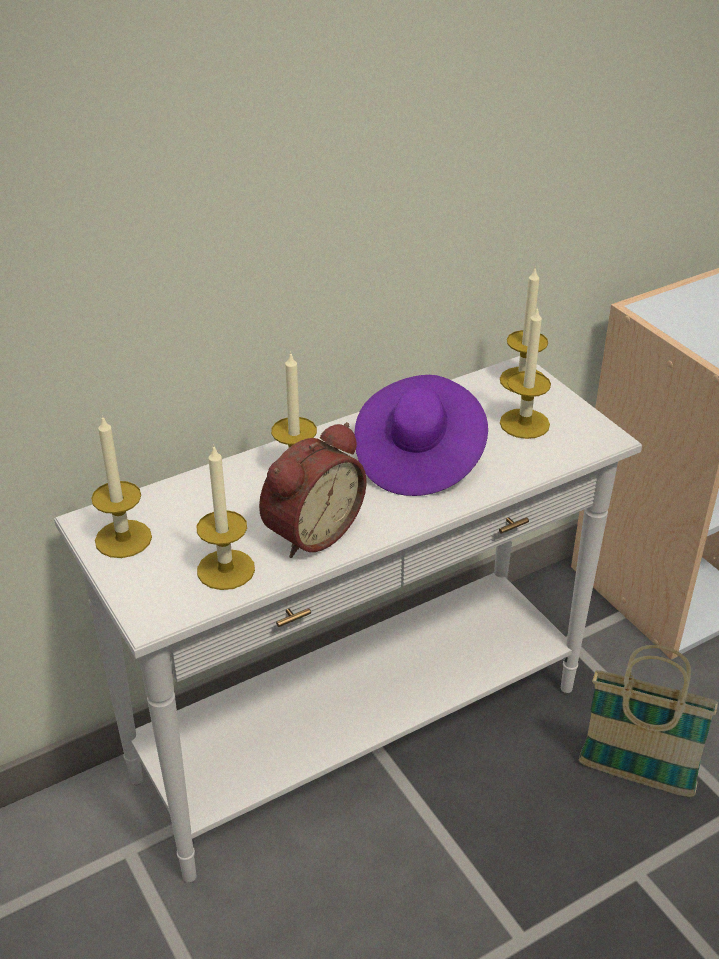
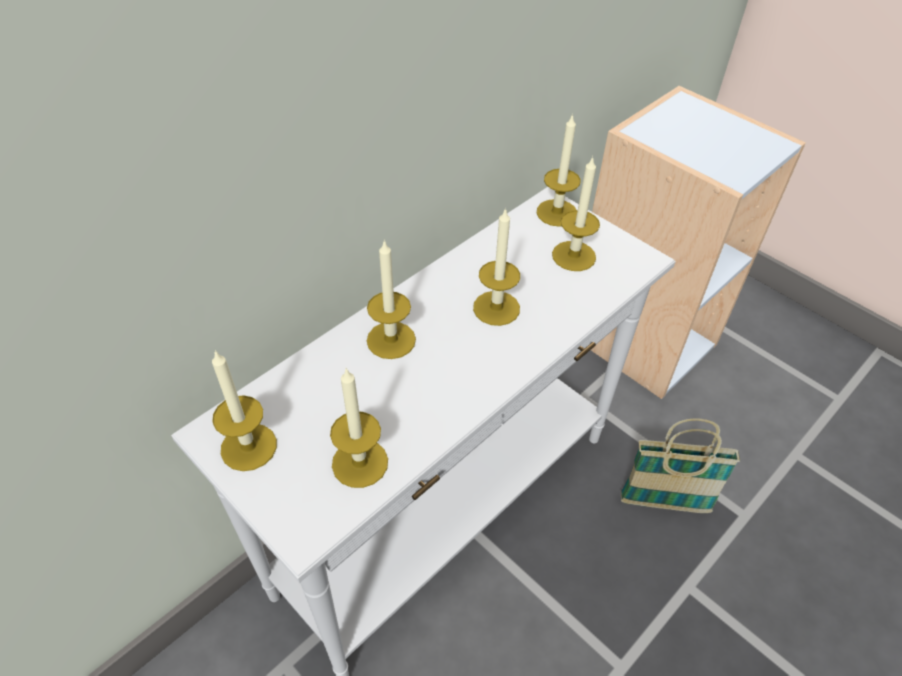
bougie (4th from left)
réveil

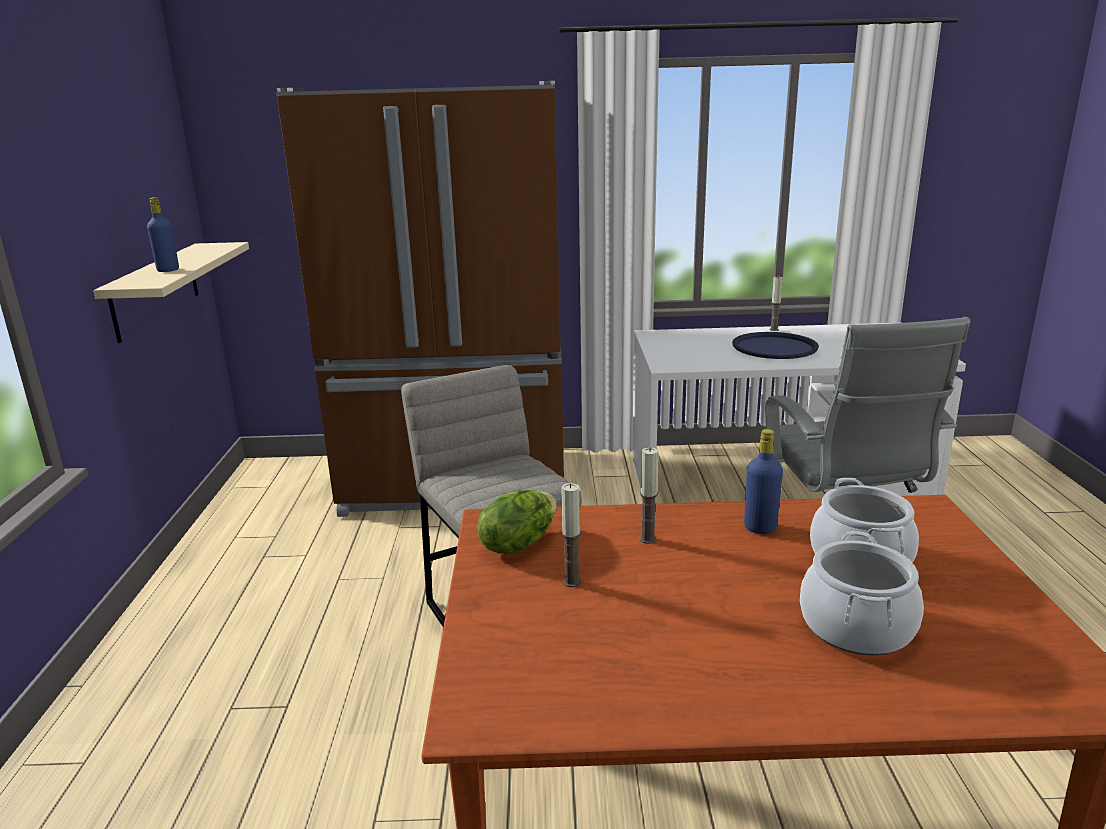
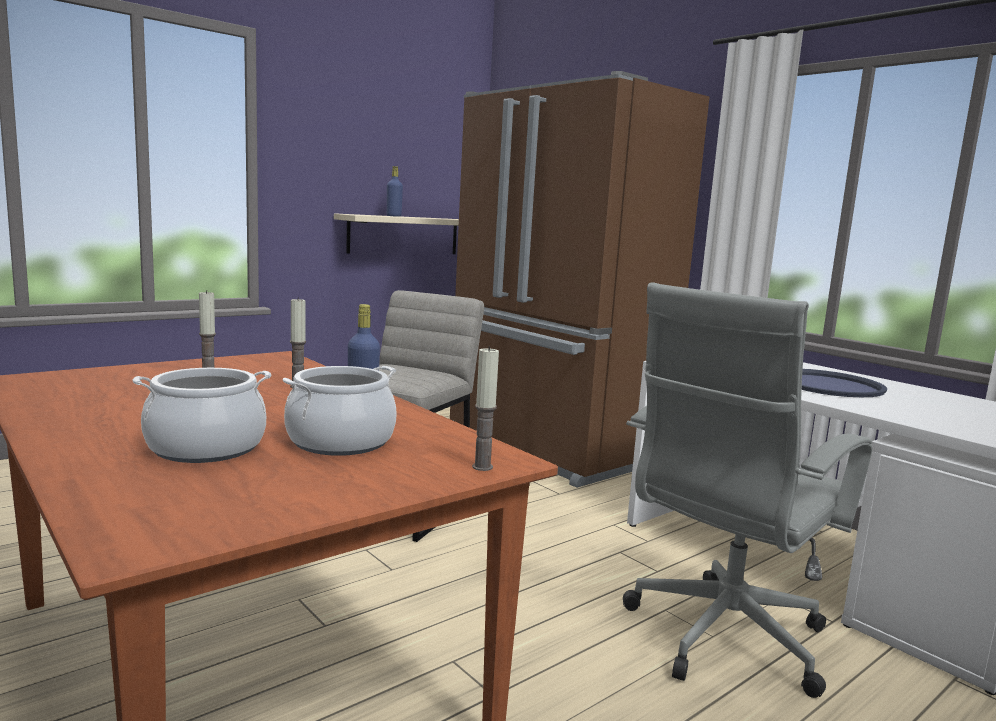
bougie (3rd from left)
laitue

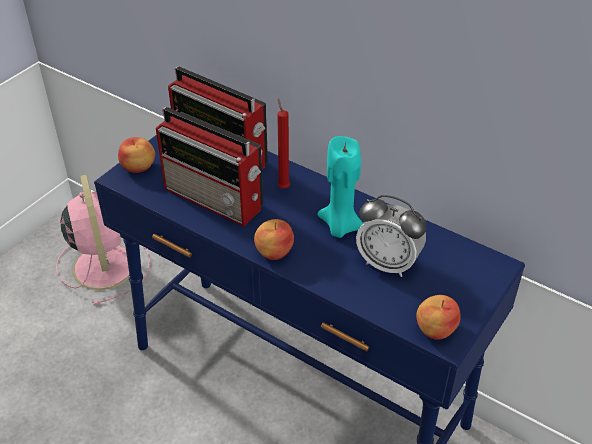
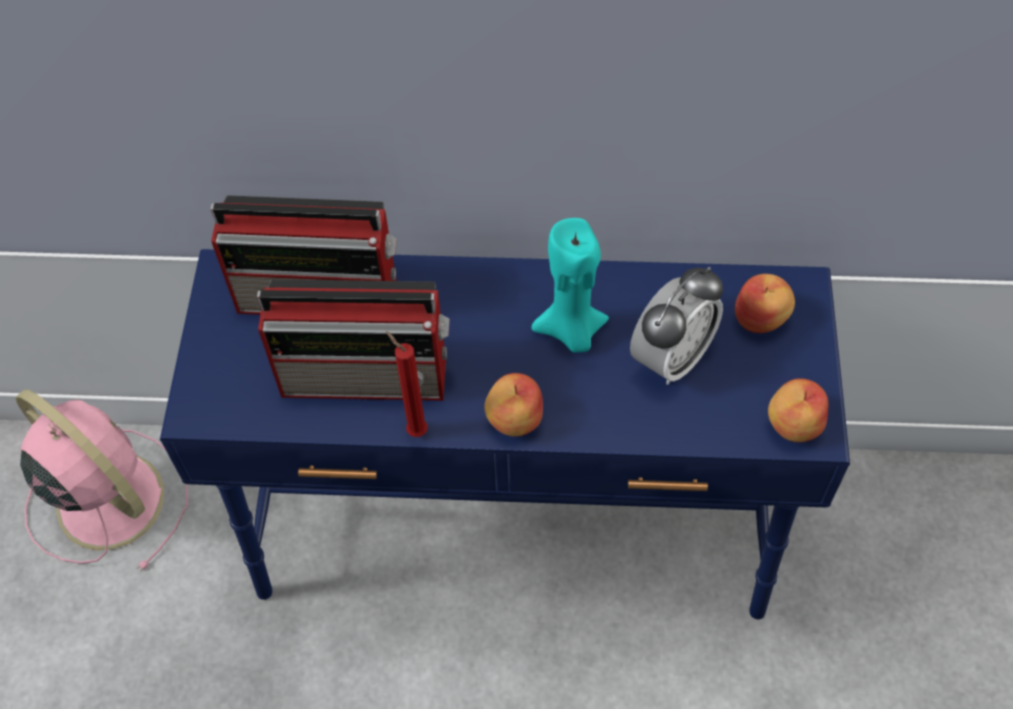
bougie (rouge)
pomme (2nd from left)
réveil

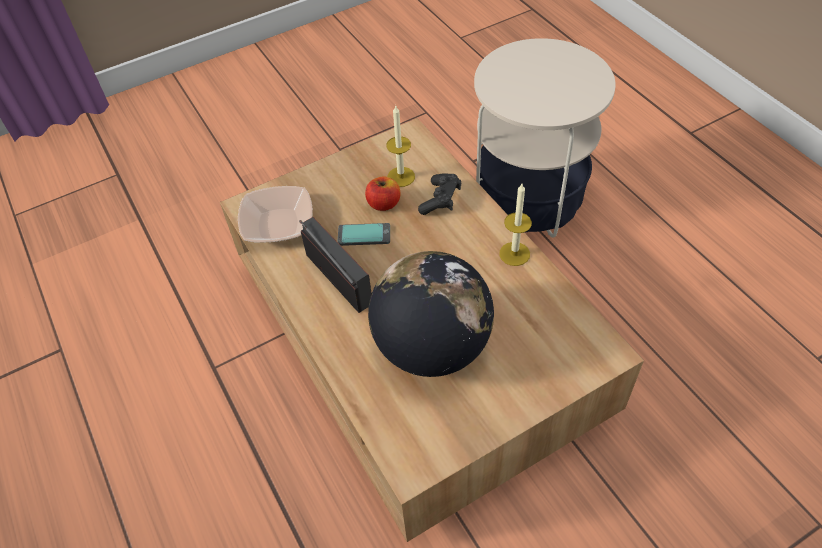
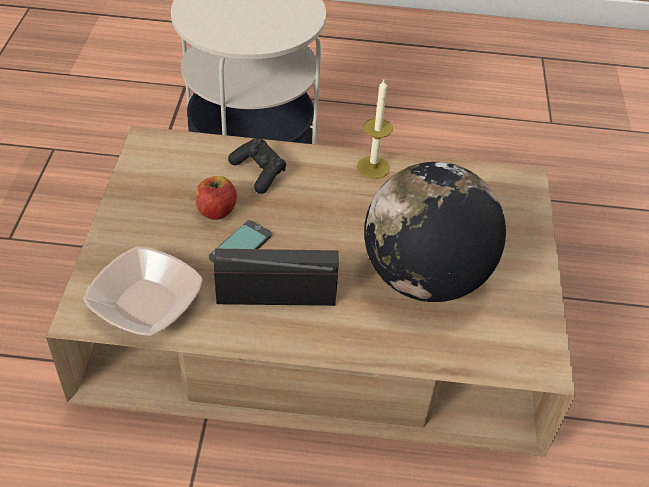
bougie (1st from left in the first image)

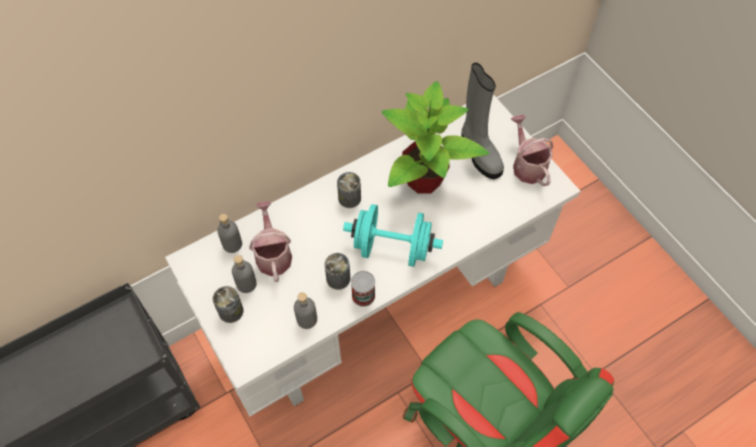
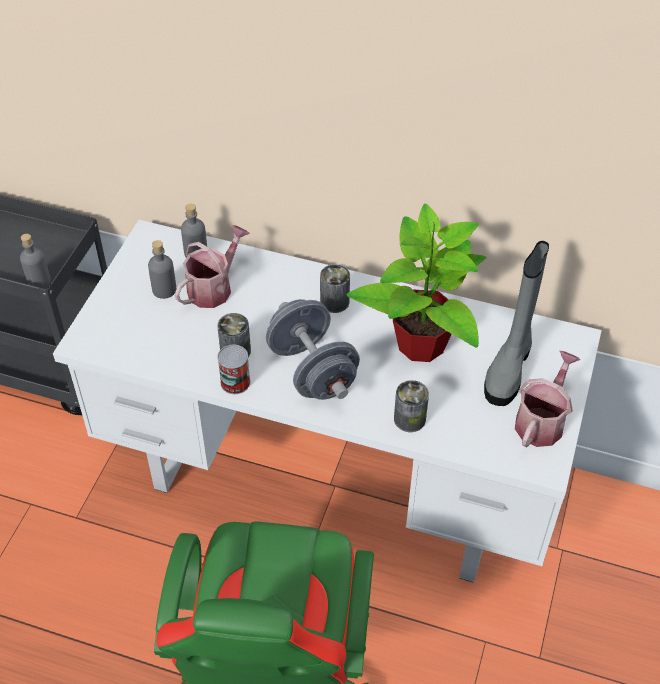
haltère (gris)
boîte métallique (4th from left)
bouteille (gris) (1st from left)

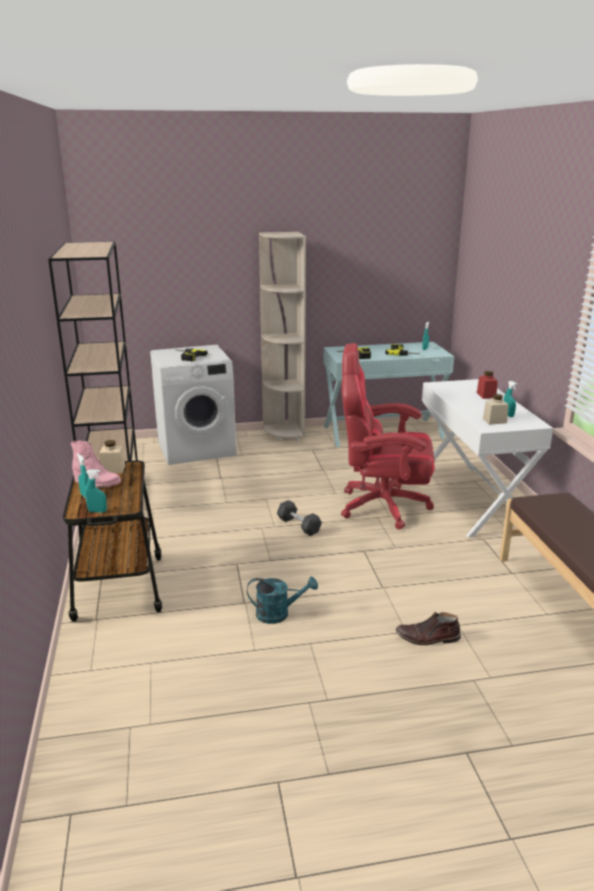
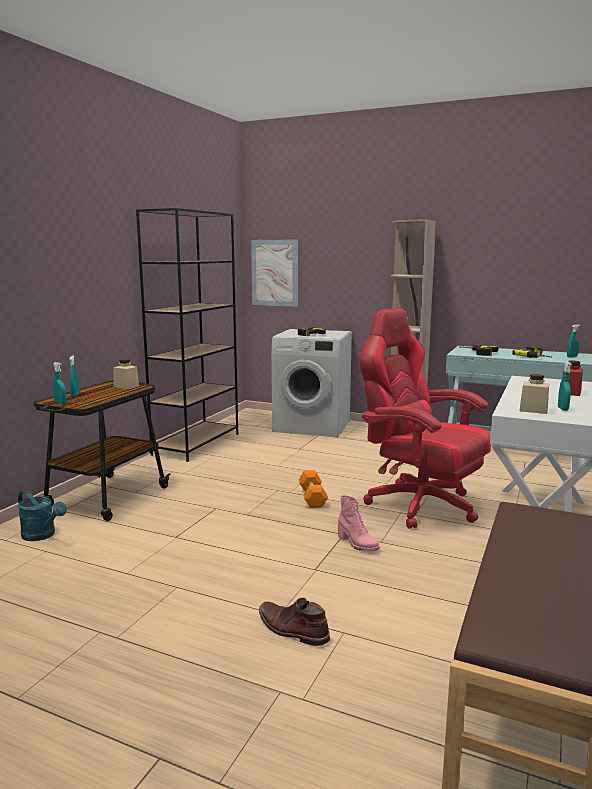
botte (rose)
haltère (orange)
arrosoir (turquoise)
tableau

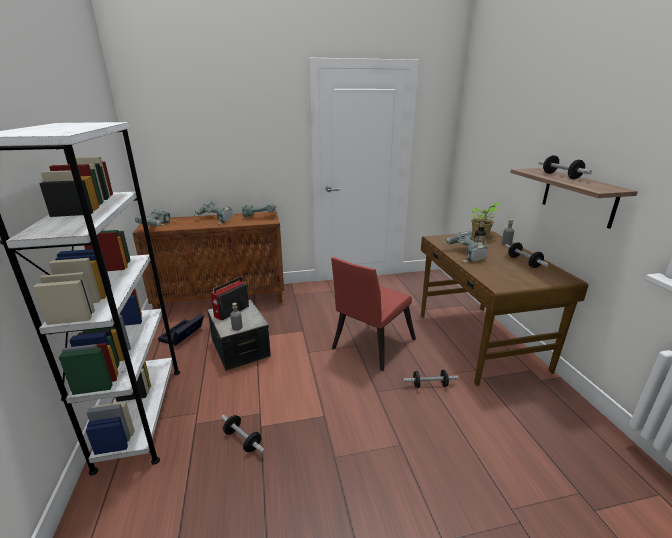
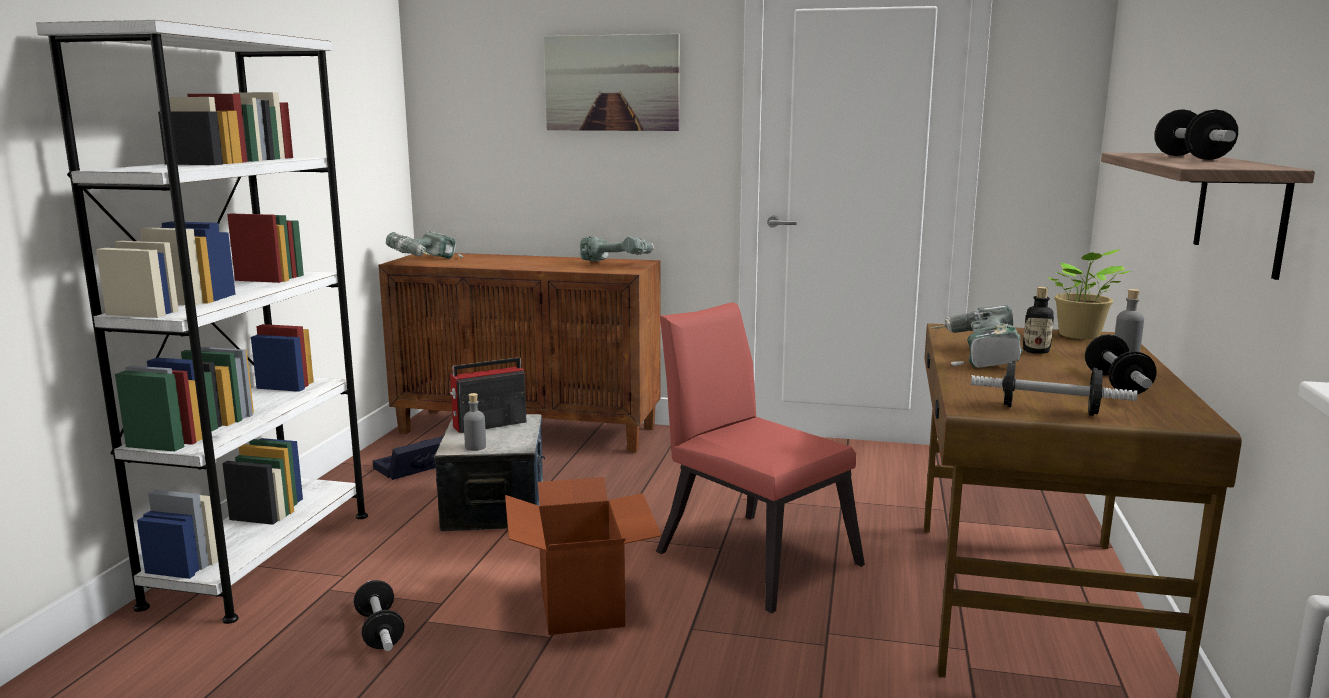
perceuse (2nd from left in the first image)
chaise (rouge)
haltère (2nd from left)
tableau
carton

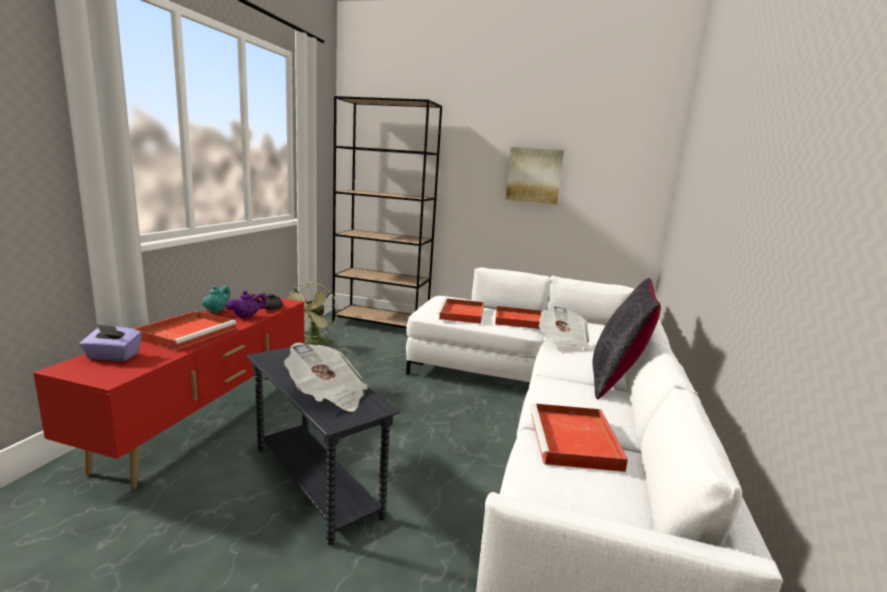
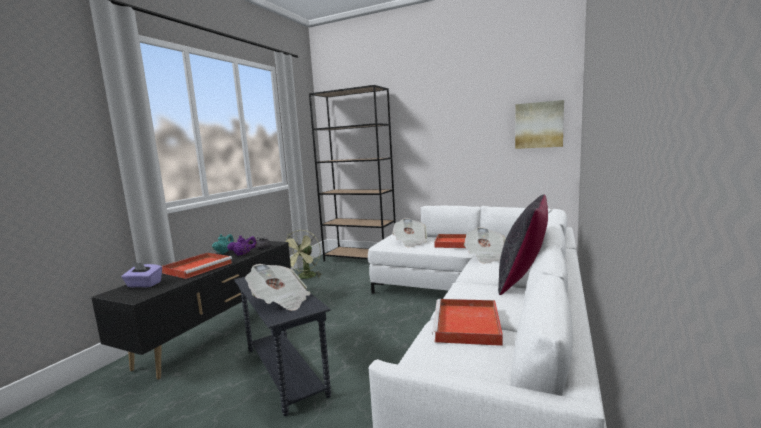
tableau
meuble télé (noir)
journal (2nd from left)

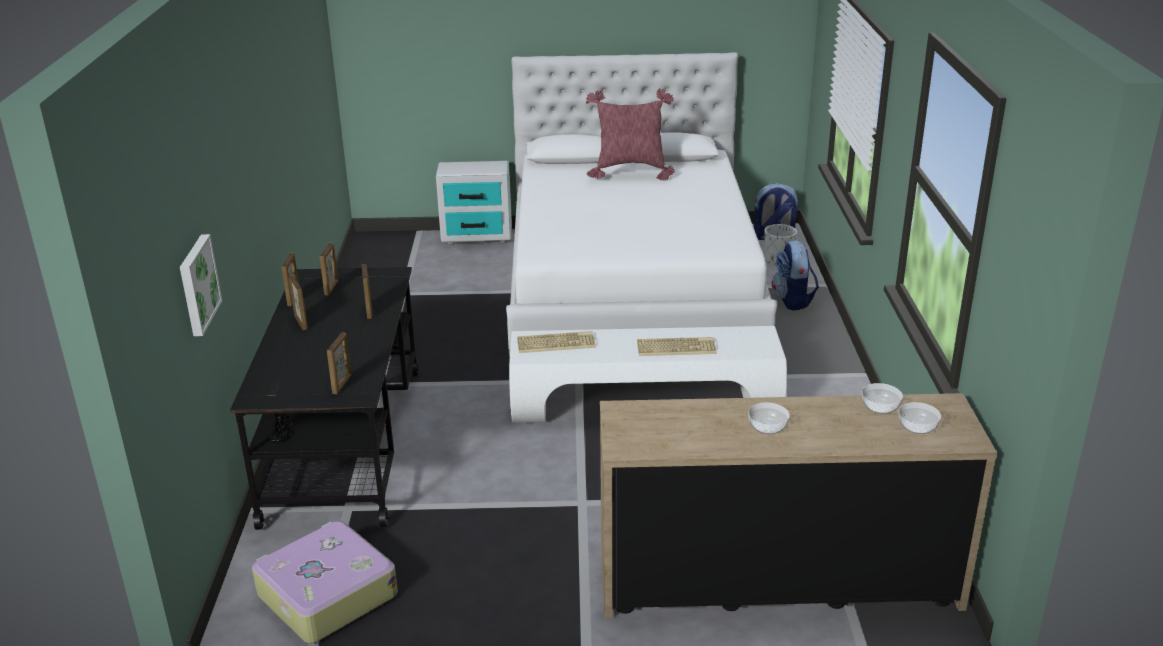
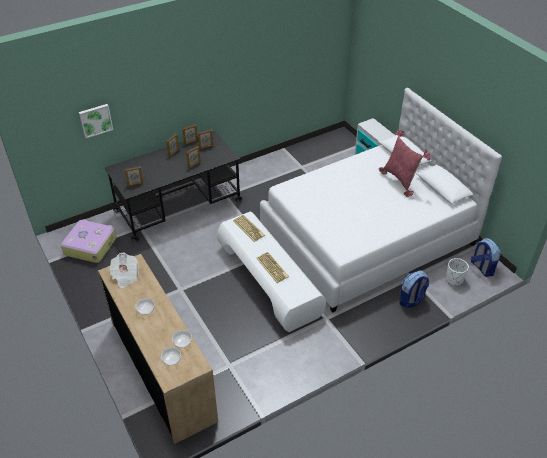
journal

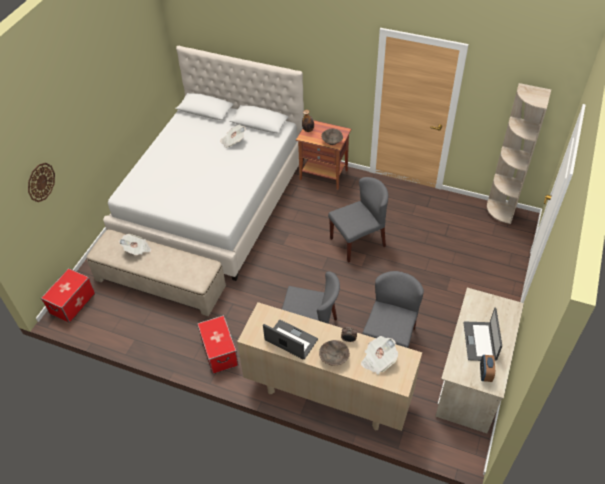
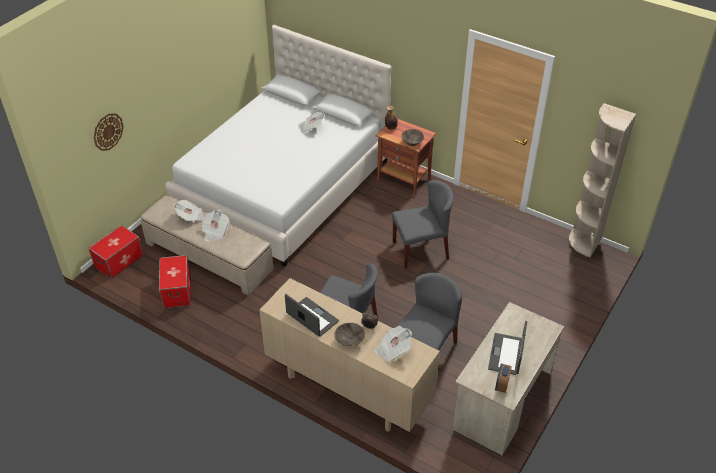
boîte de rangement (2nd from left)
journal (2nd from left)

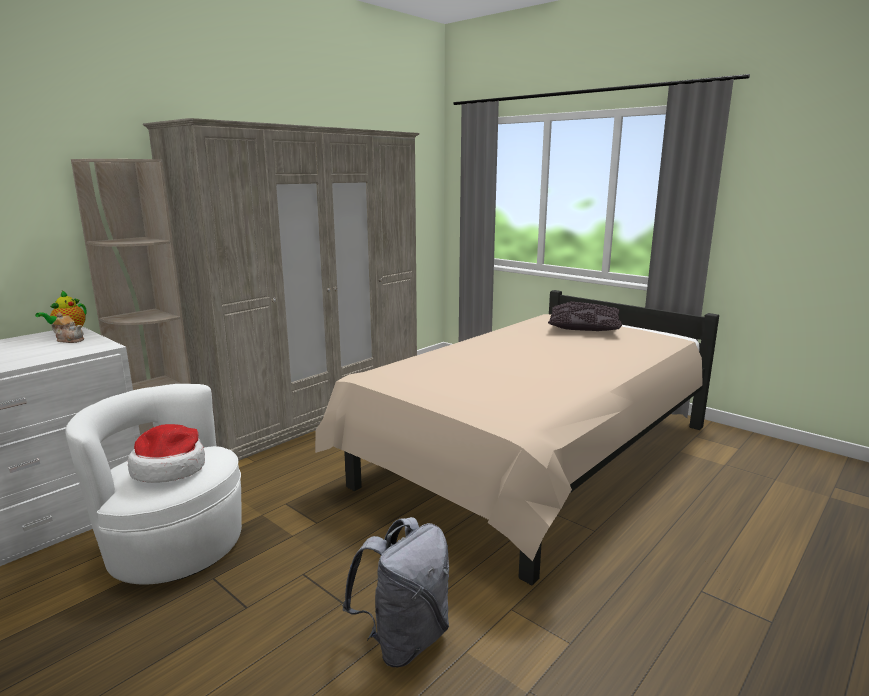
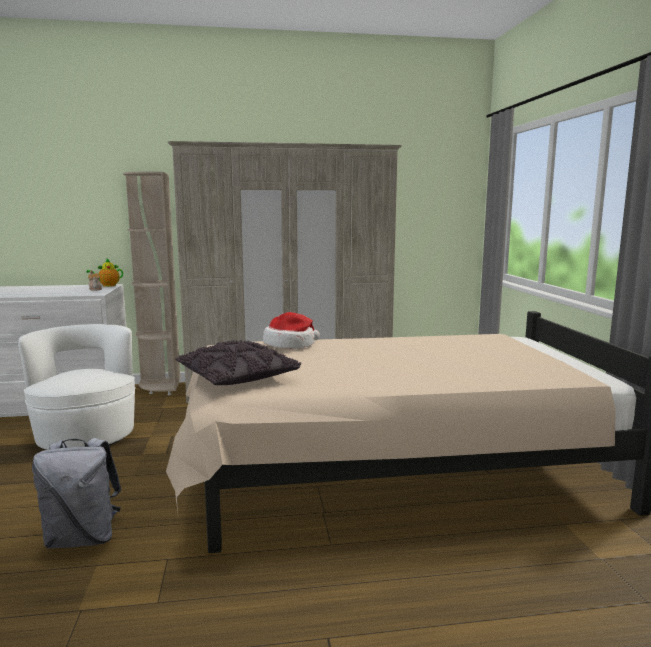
coussin (noir)
chapeau

